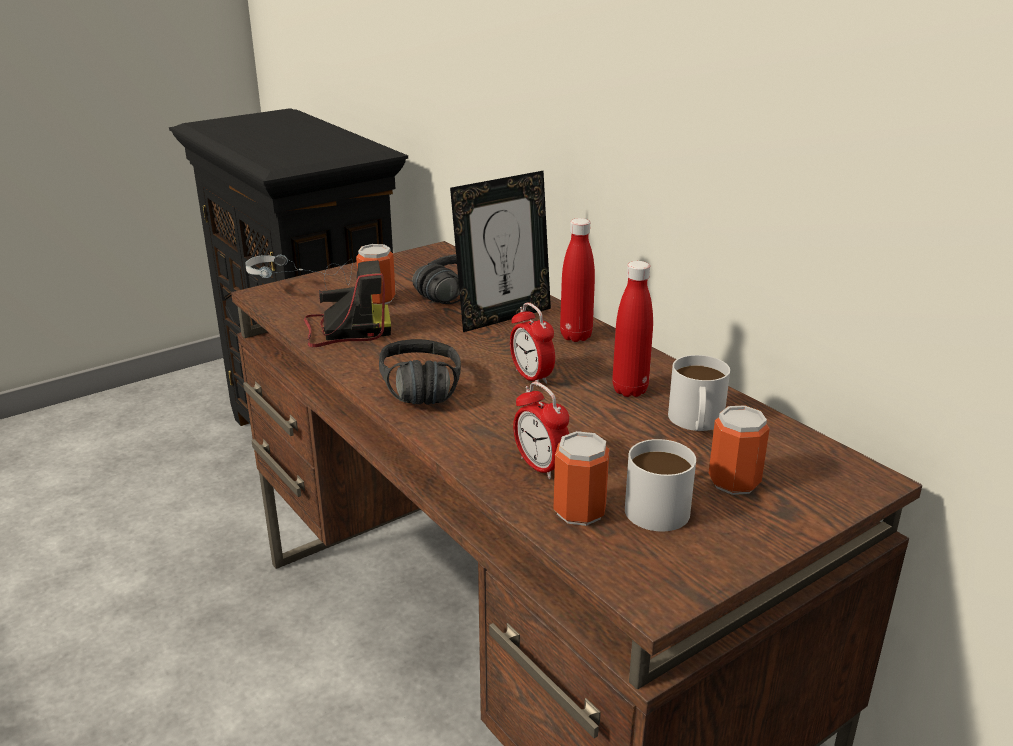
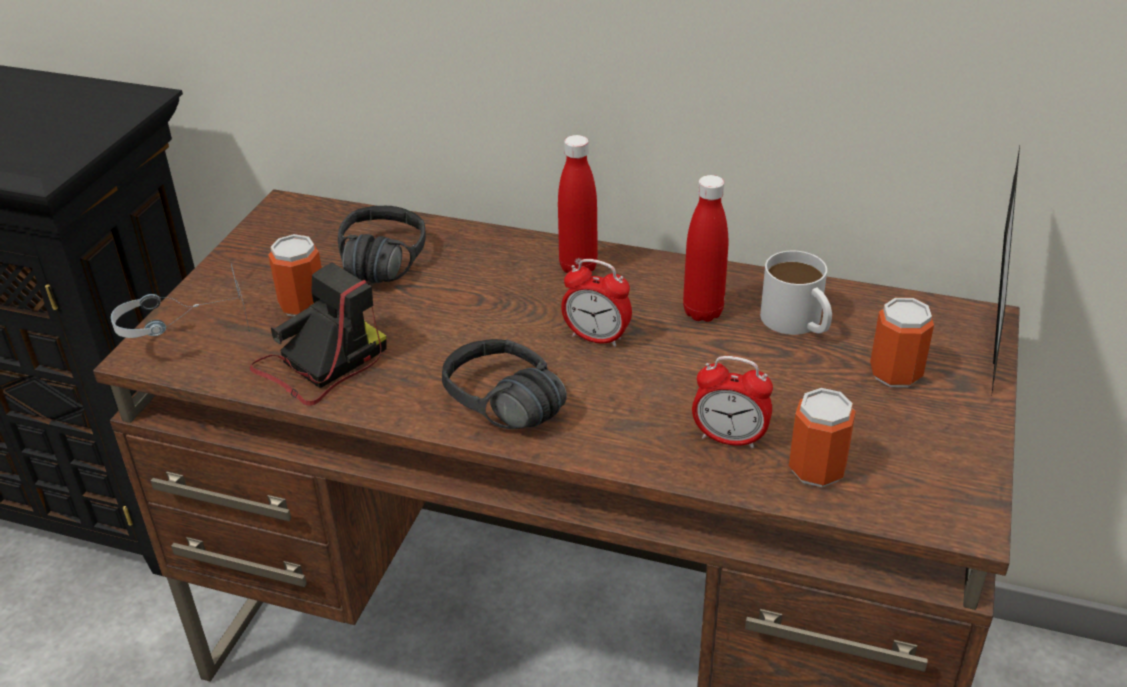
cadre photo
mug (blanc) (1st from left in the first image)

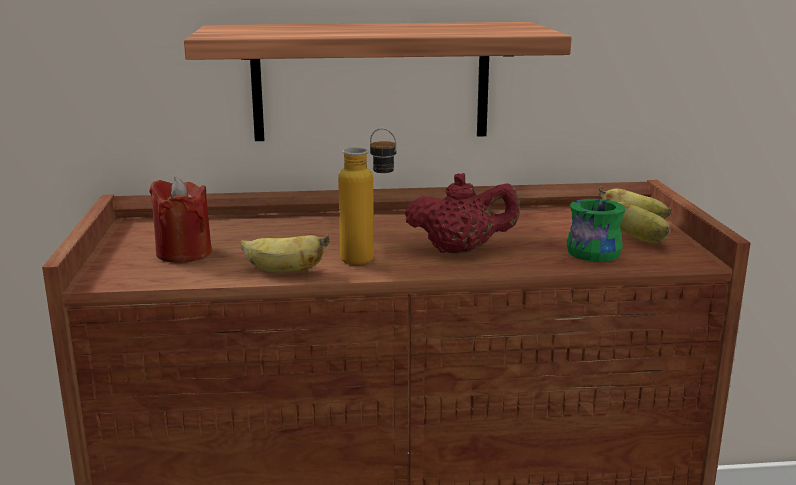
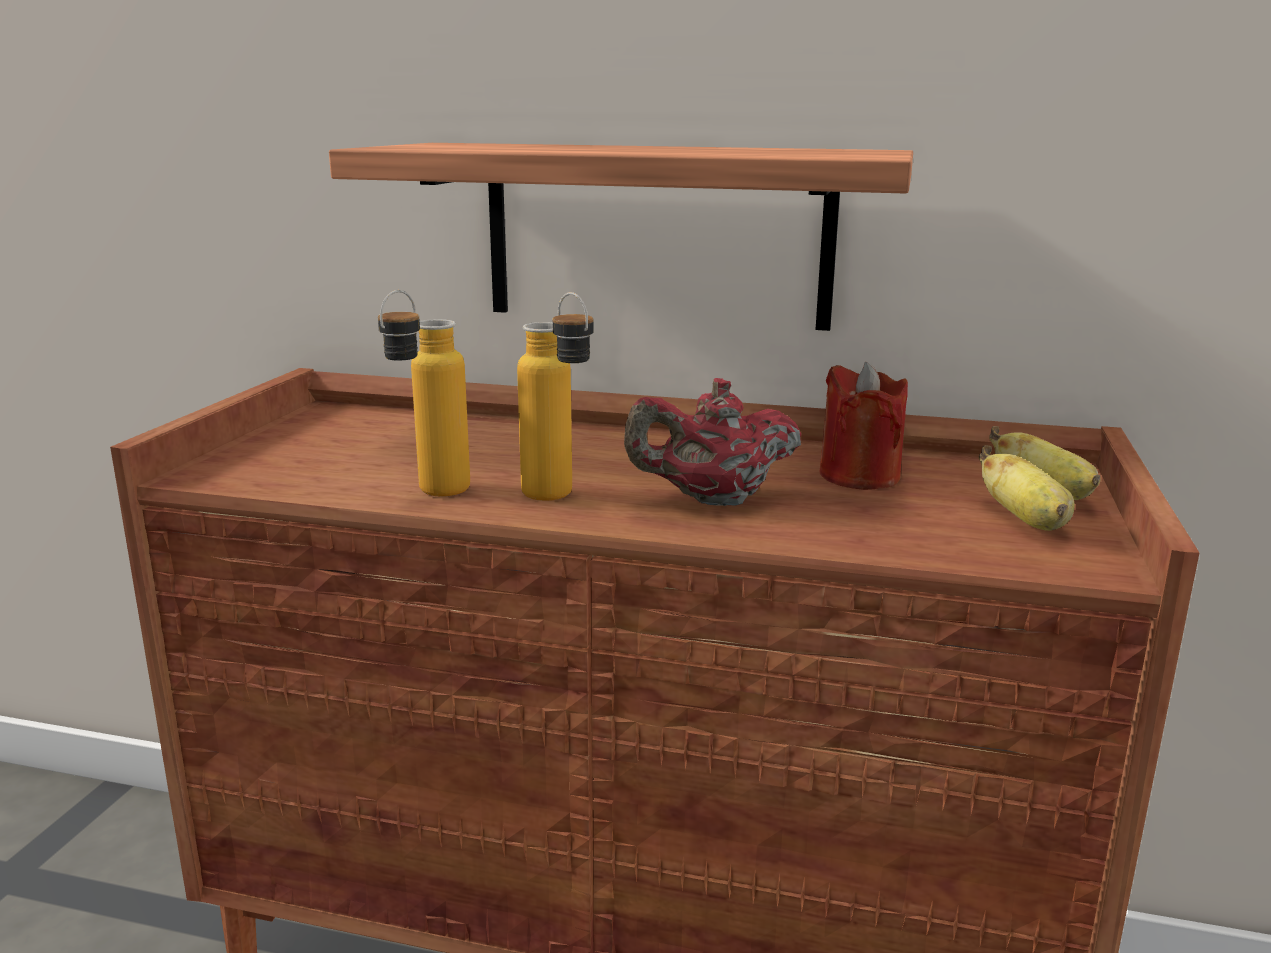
théière (rouge)
bougie (rouge)
mug (vert)
bouteille (1st from left)

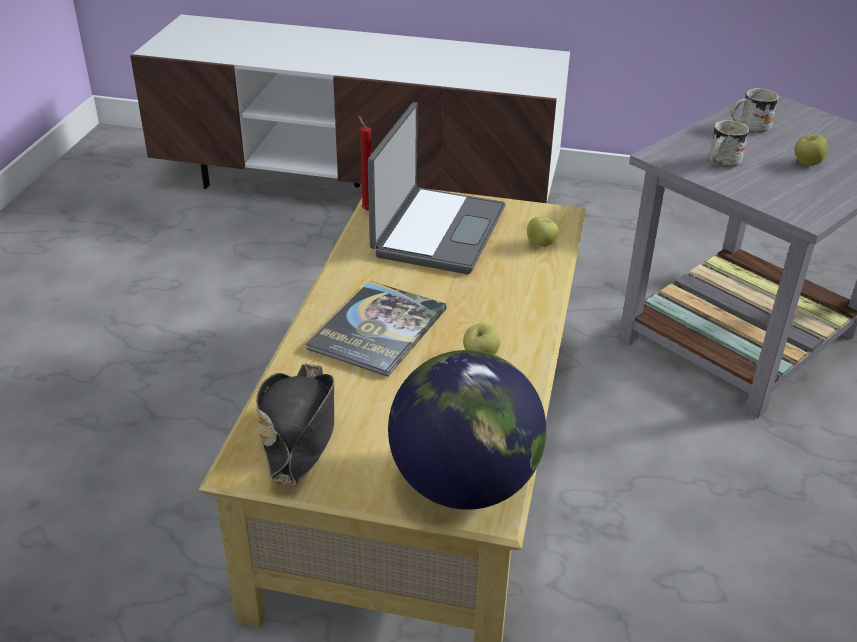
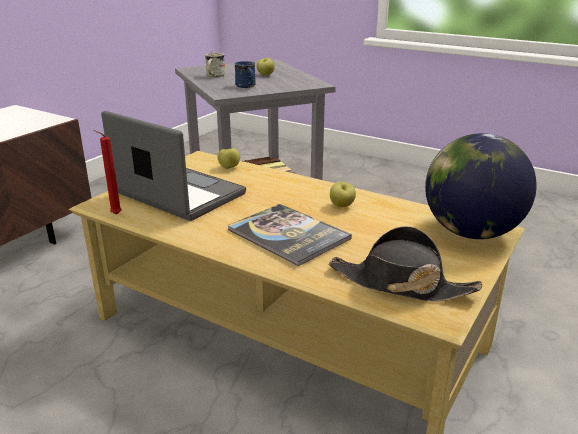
mug (bleu)

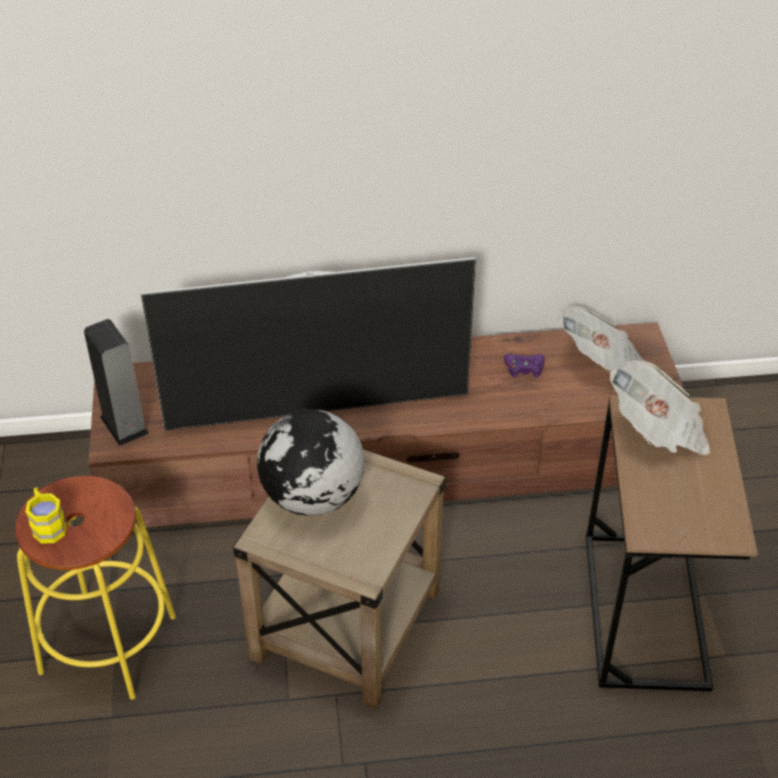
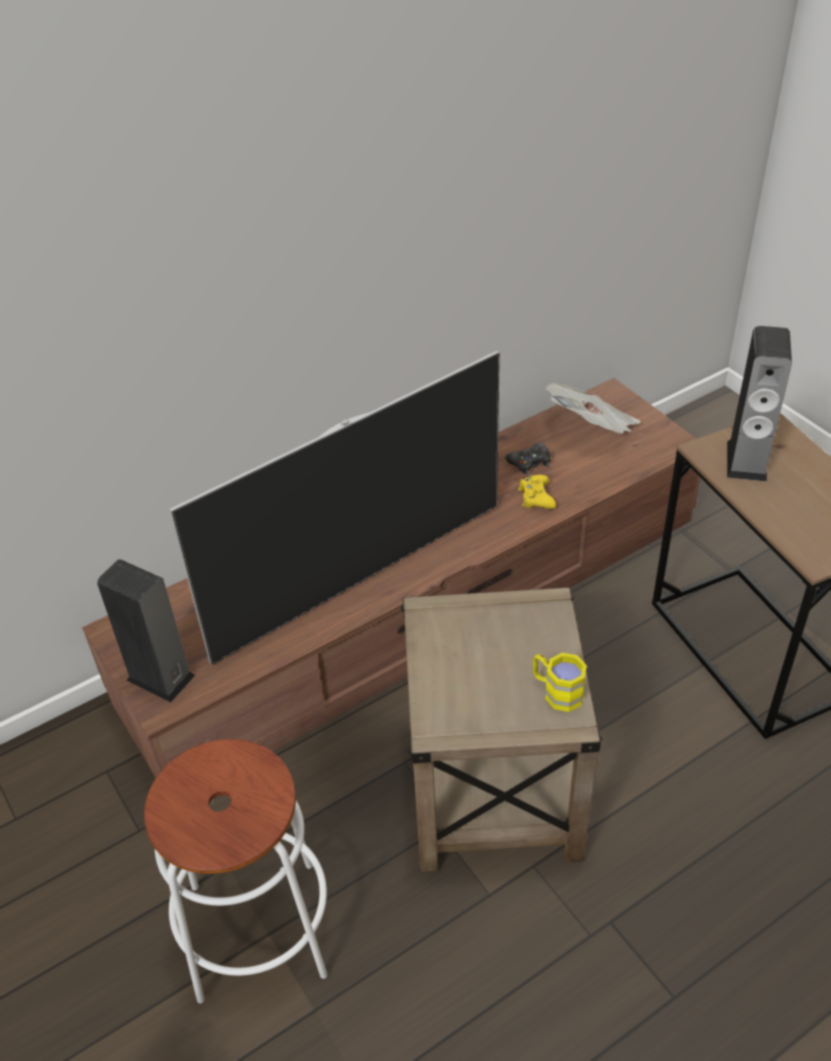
manette (noir)
enceinte (2nd from left)
globe
tabouret (blanc)
mug (jaune)
manette (jaune)

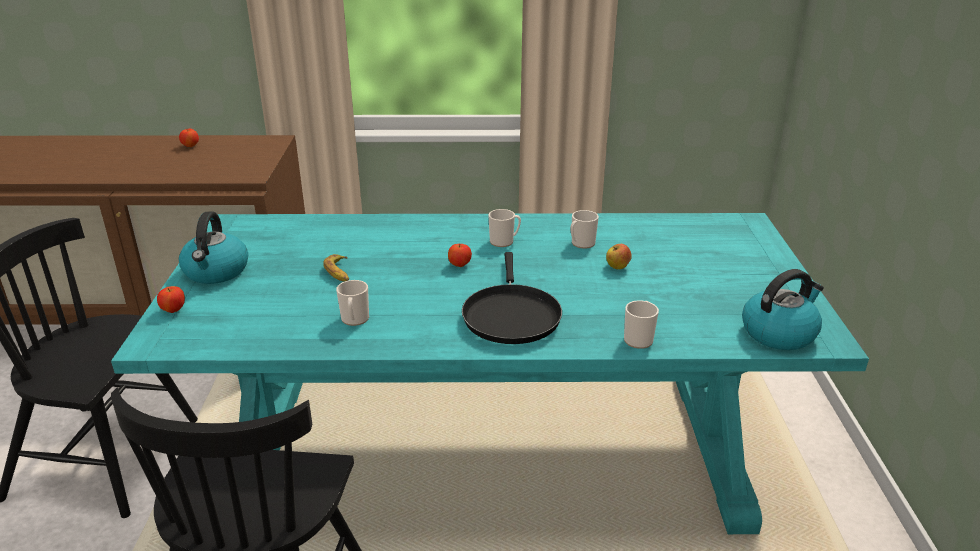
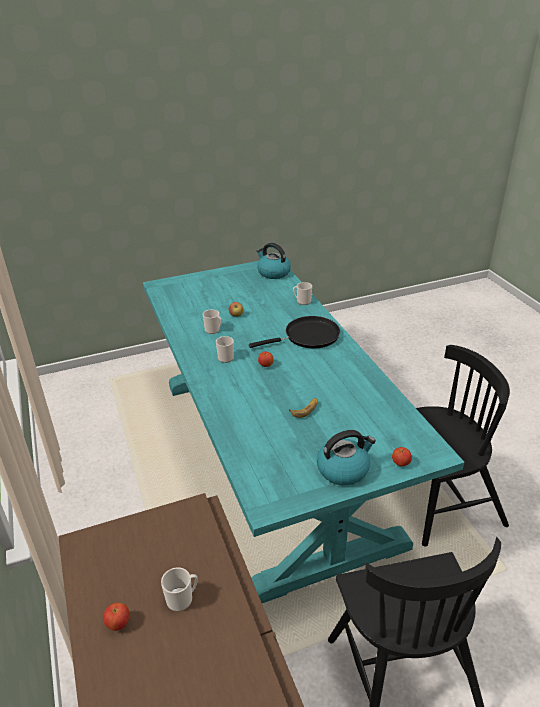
mug (1st from left)

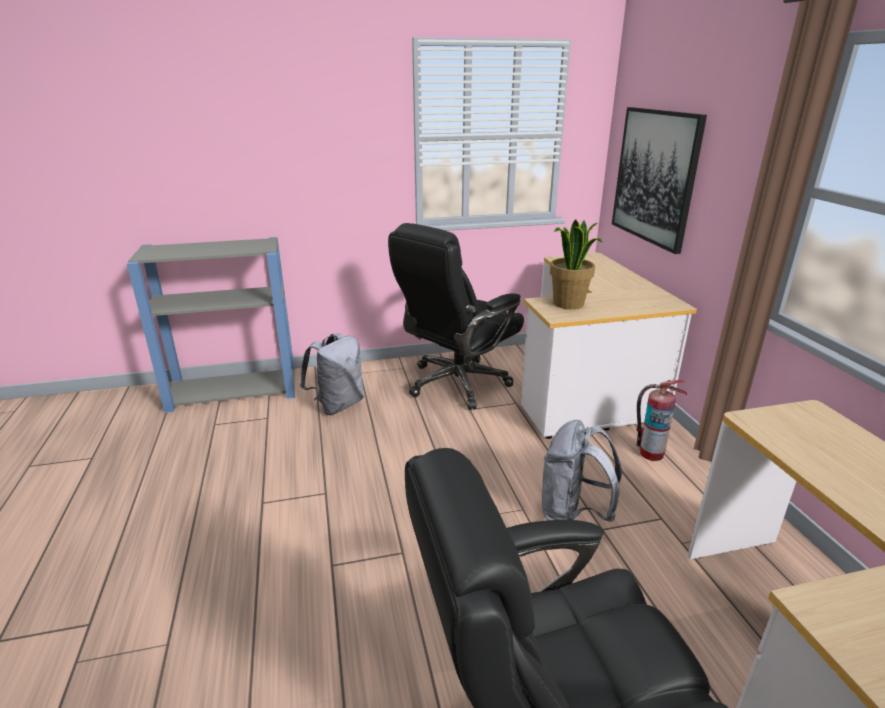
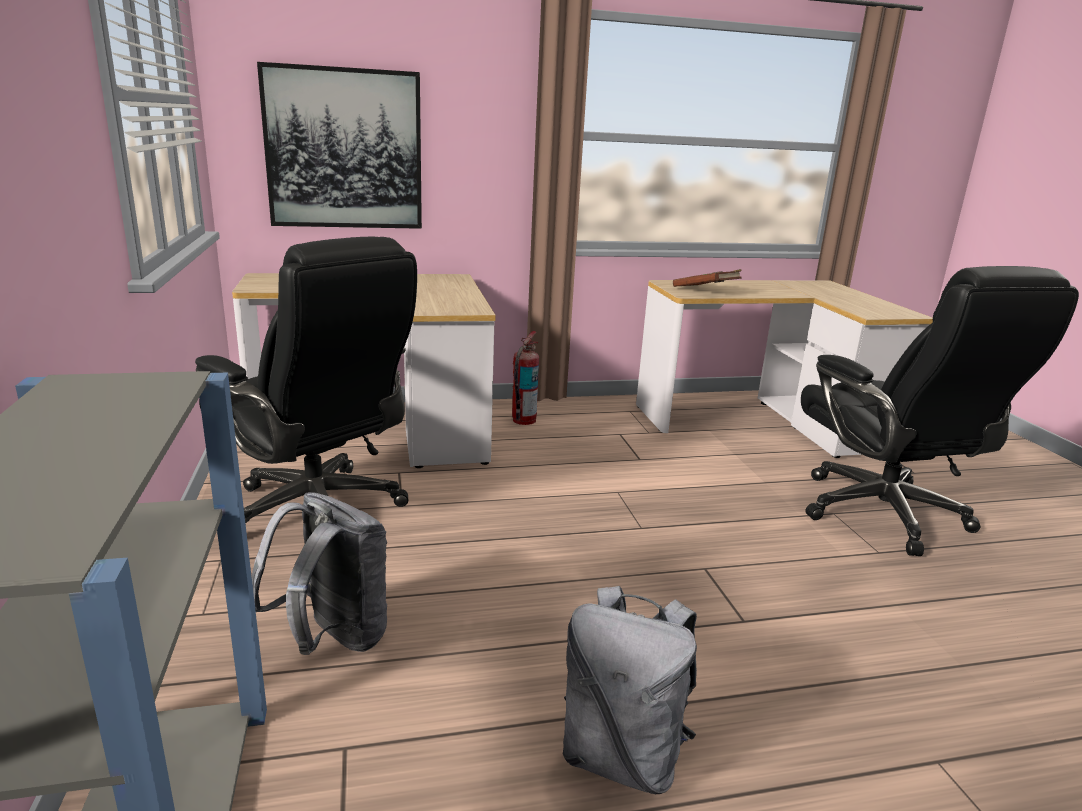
plante en pot
sac à dos (gris) (2nd from left)
livre (marron)

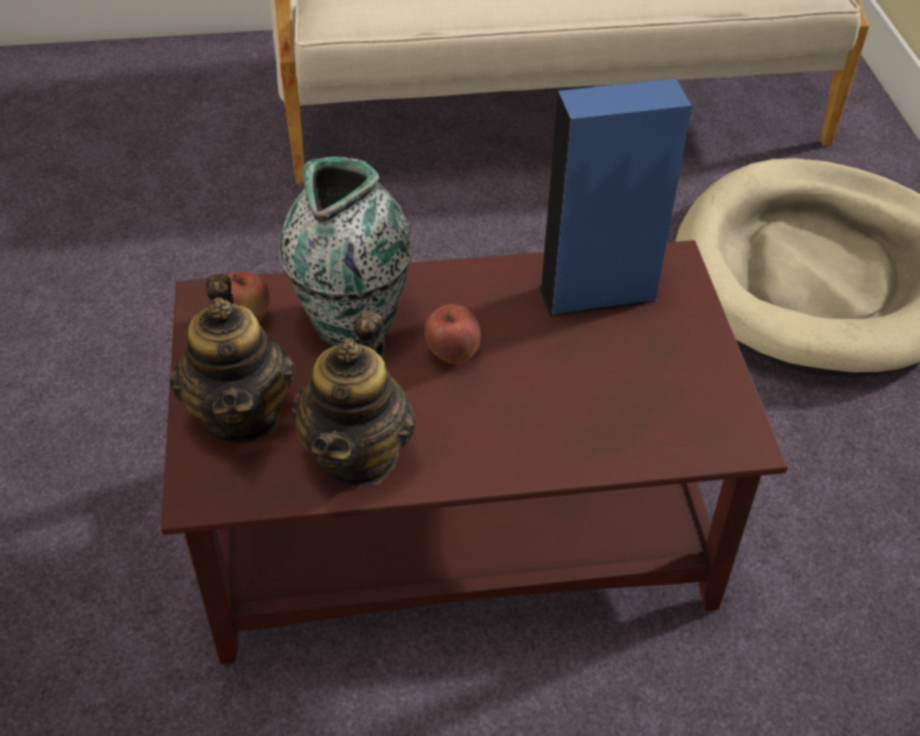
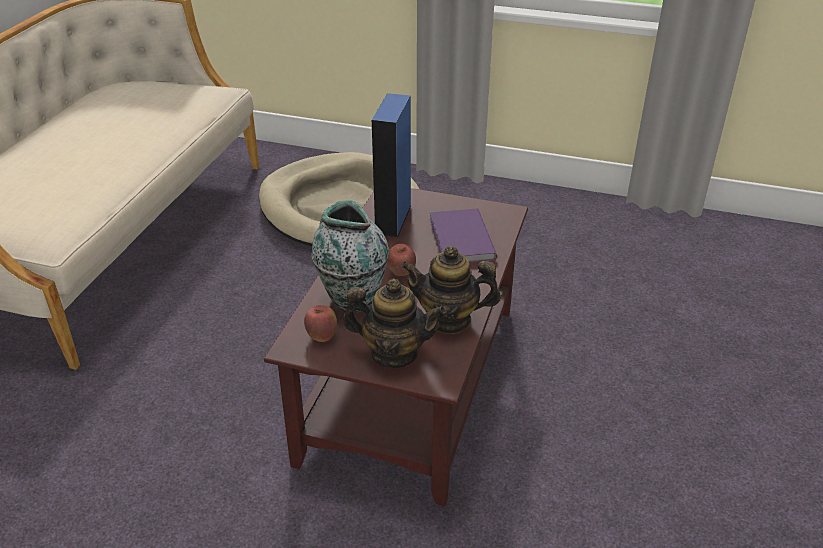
théière (2nd from left)
livre (violet)

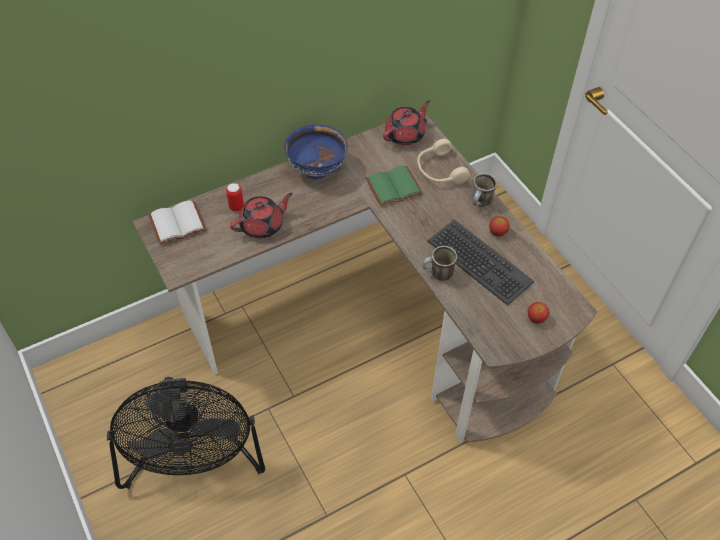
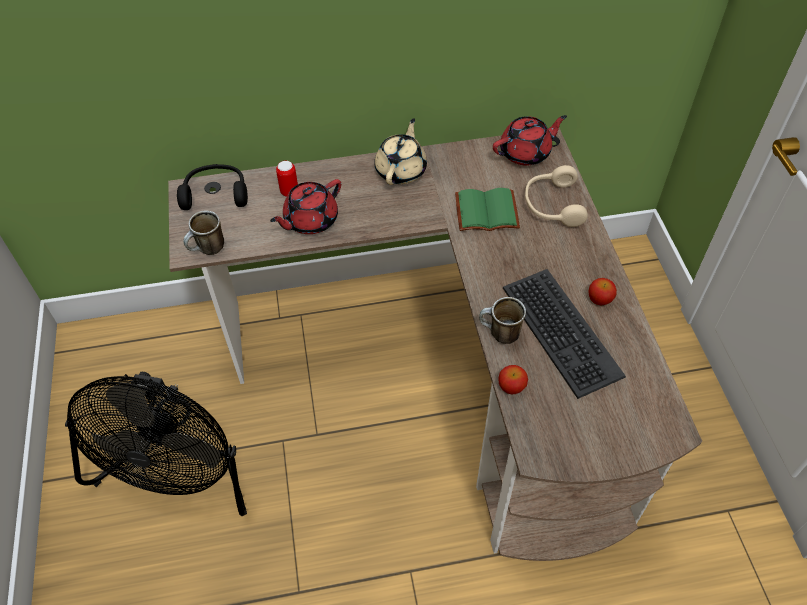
théière (beige)
mug (1st from left)
théière (rouge) (1st from left)
casque audio (noir)
pomme (1st from left)

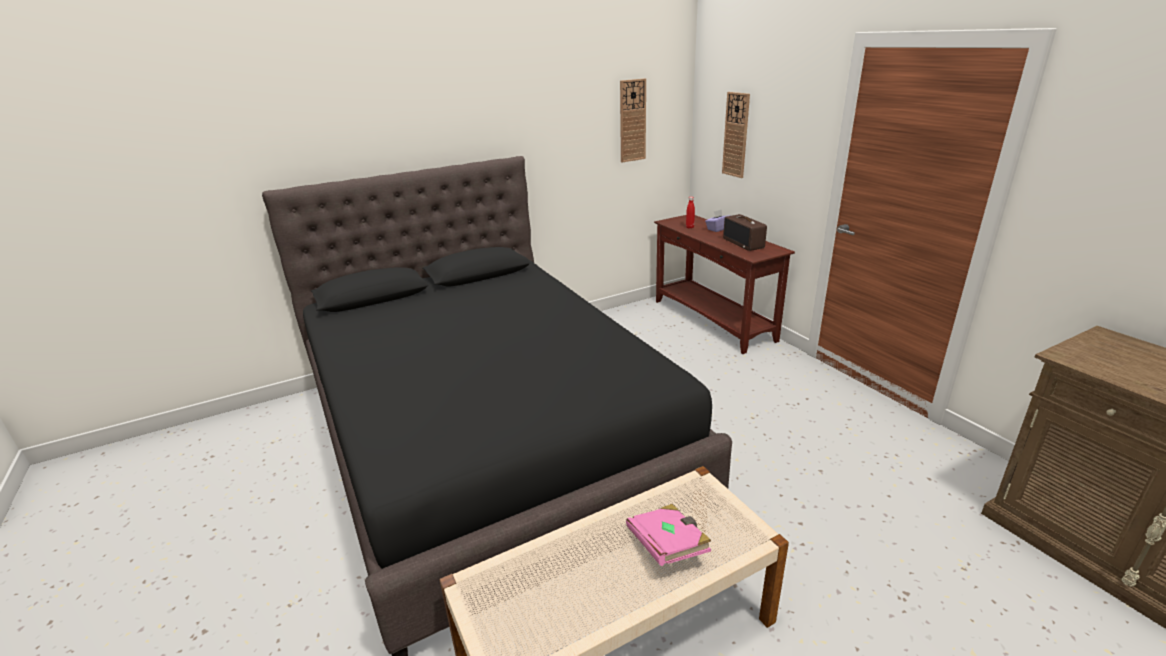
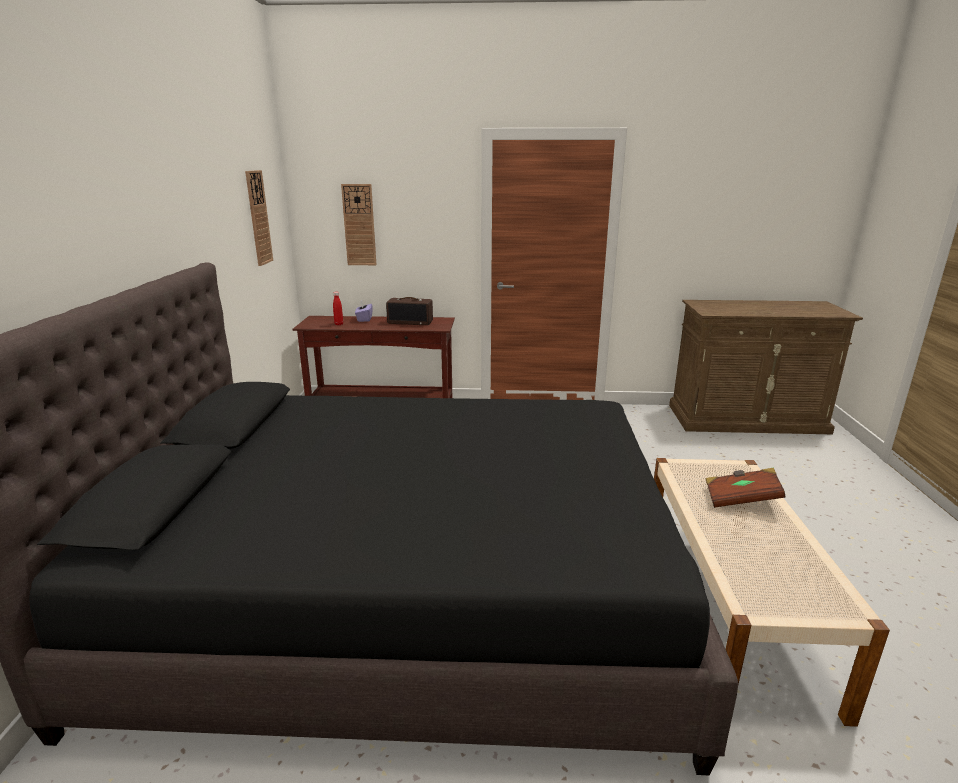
livre (marron)

